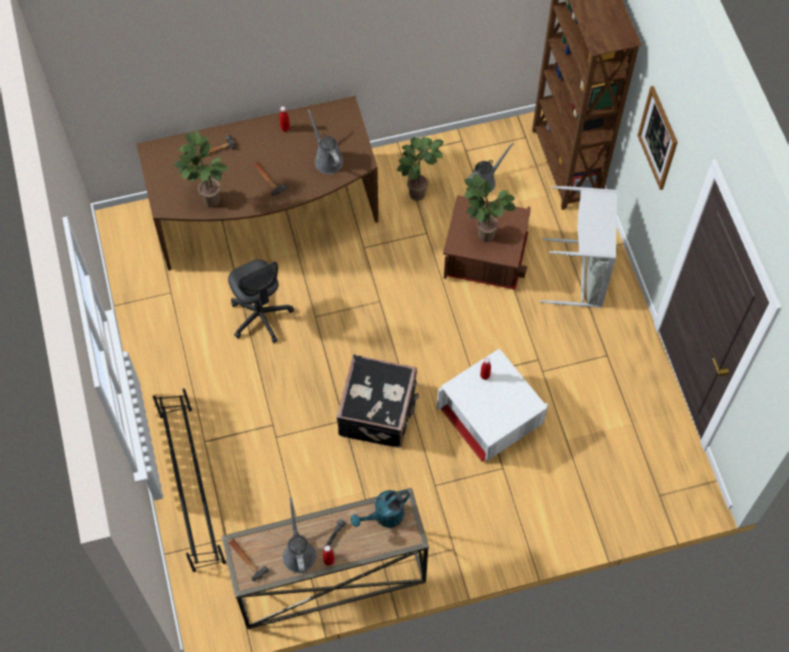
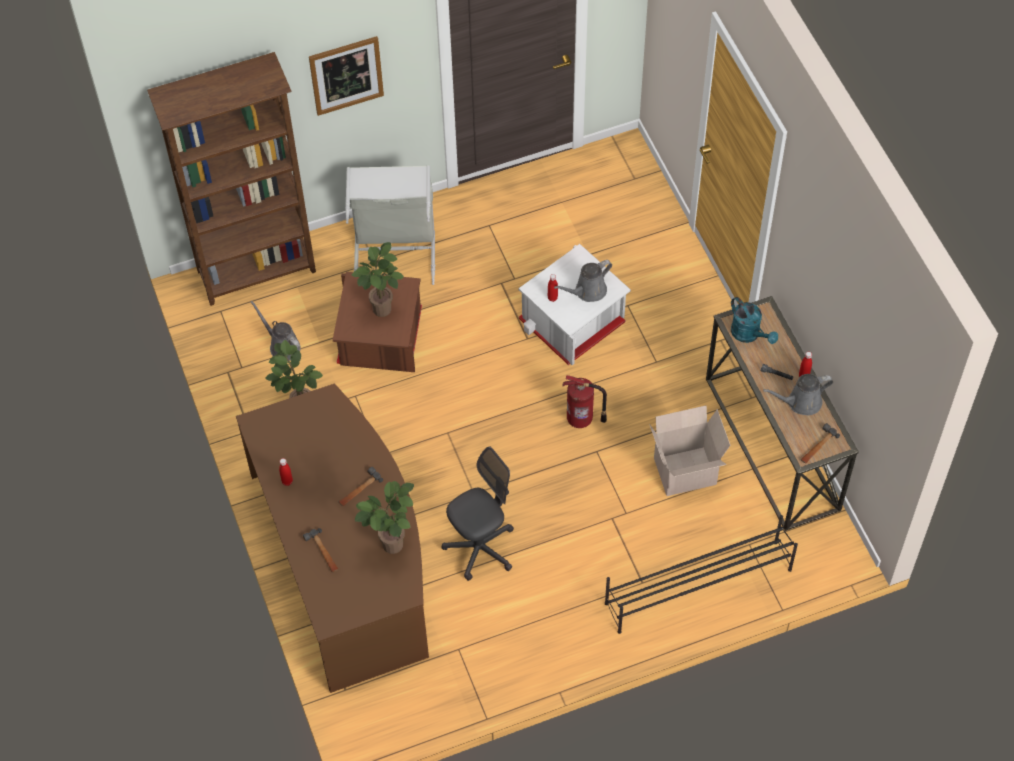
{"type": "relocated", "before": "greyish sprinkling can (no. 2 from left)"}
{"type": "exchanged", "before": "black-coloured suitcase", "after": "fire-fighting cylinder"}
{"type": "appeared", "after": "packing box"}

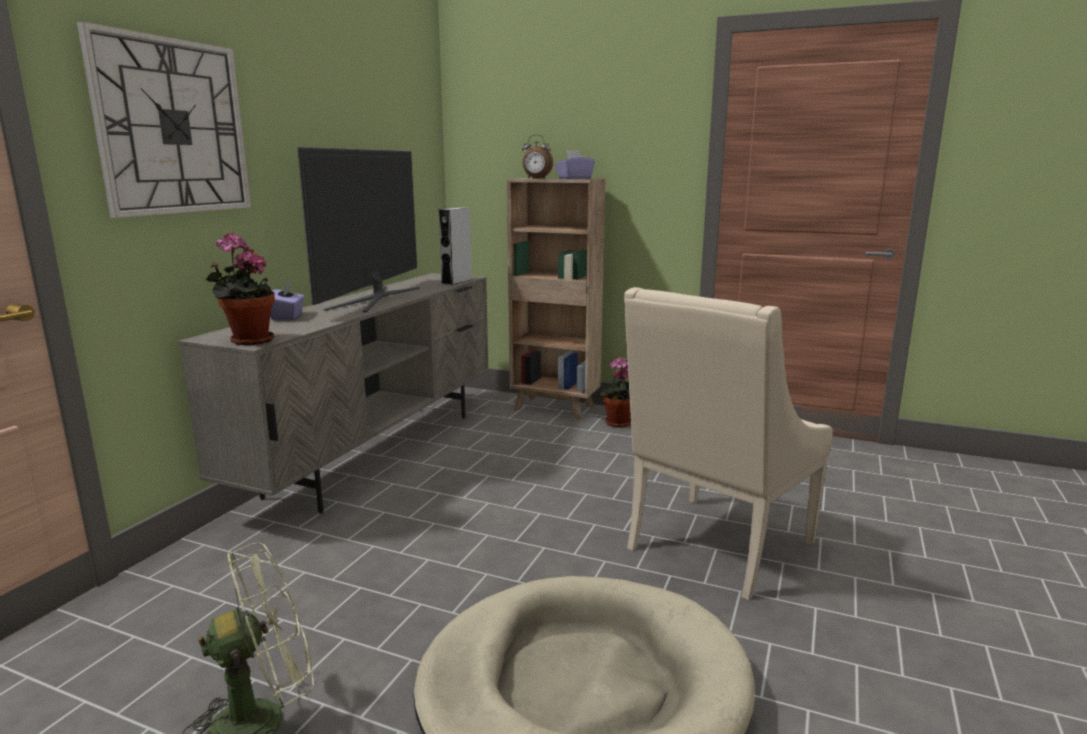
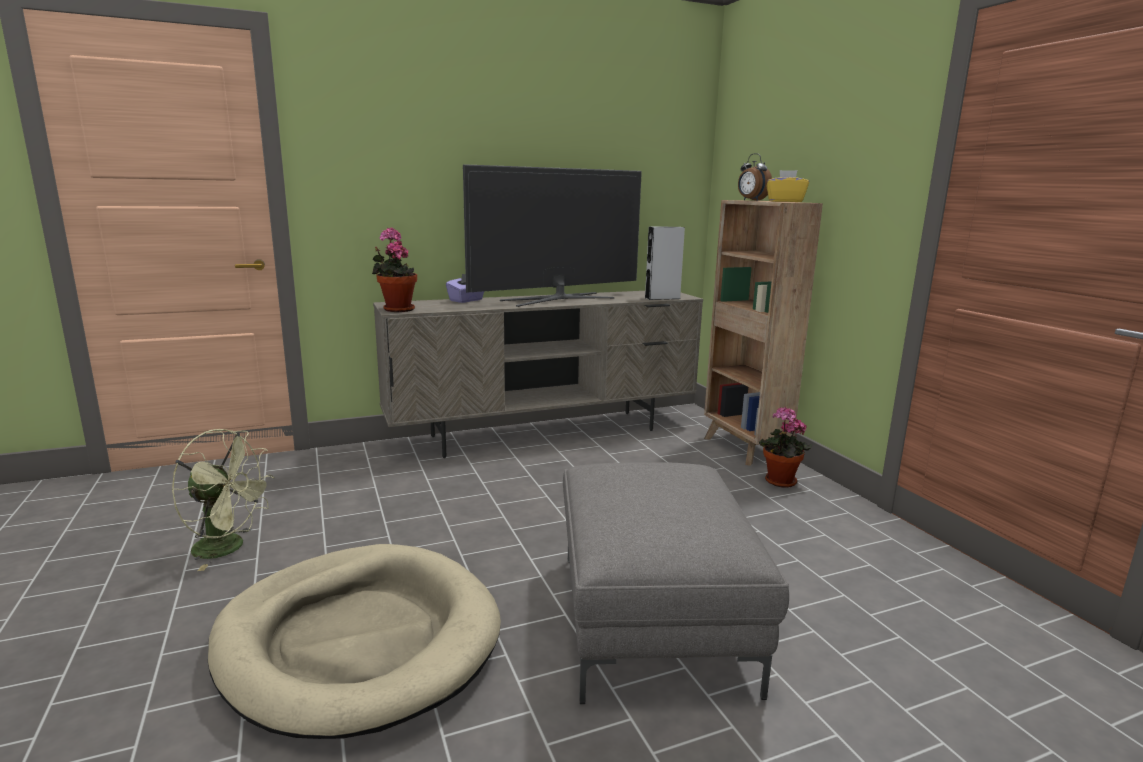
{"type": "missing", "before": "clock on the wall"}
{"type": "colour", "before": "purple box of tissues (no. 2 from left)", "after": "yellow-coloured box of tissues"}
{"type": "exchanged", "before": "sand-coloured armchair", "after": "greyish footrest"}

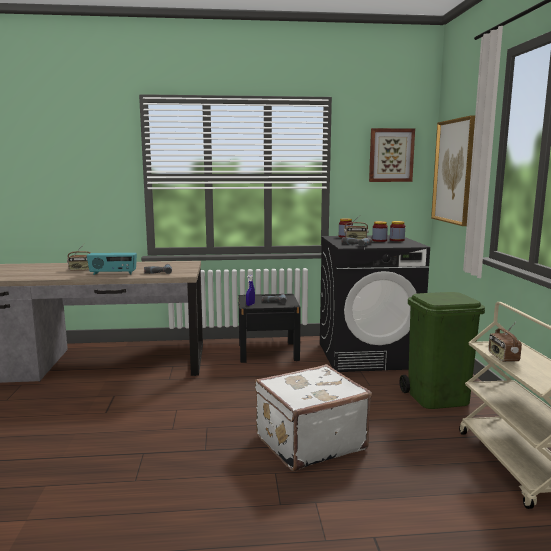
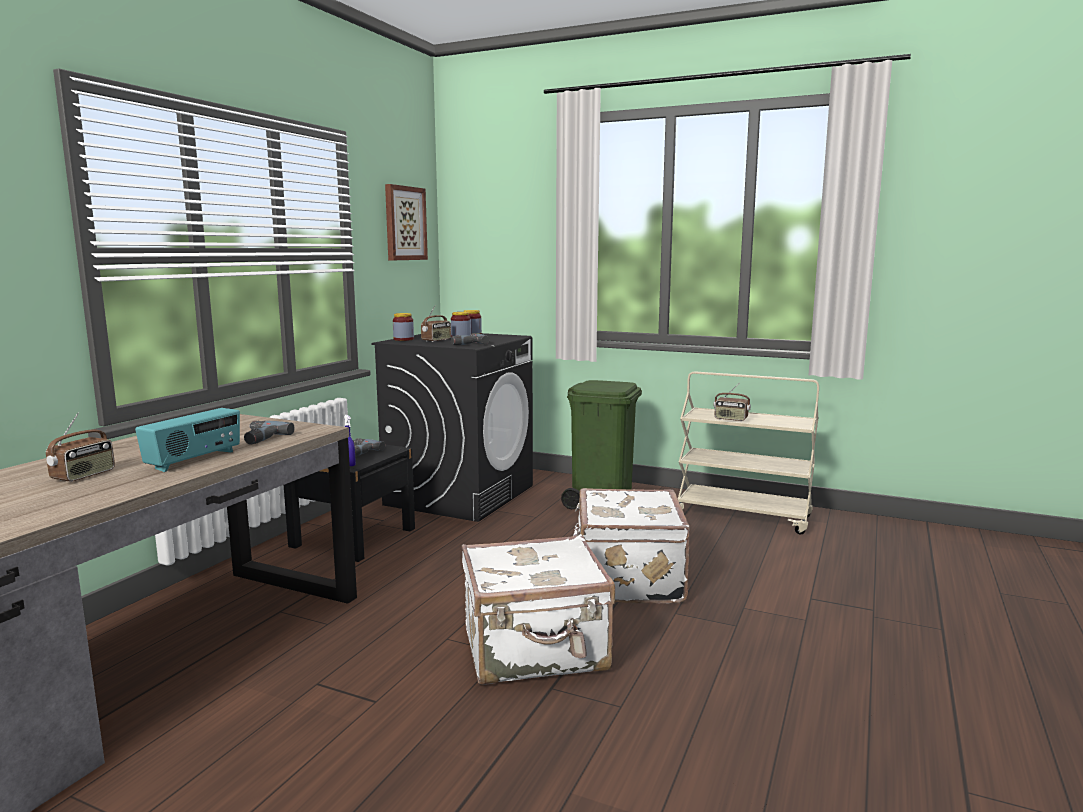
{"type": "missing", "before": "picture (no. 2 from left)"}
{"type": "appeared", "after": "white-coloured suitcase (no. 1 from left)"}

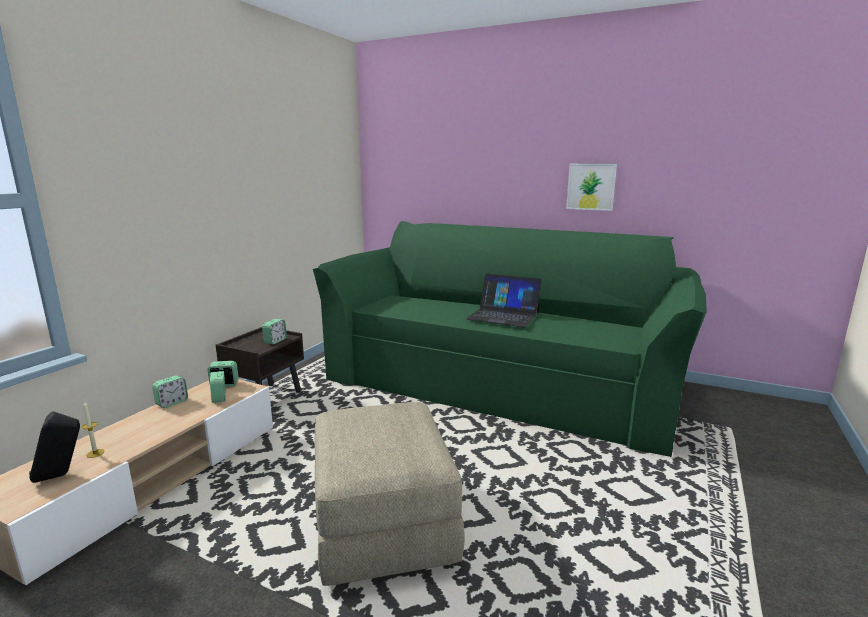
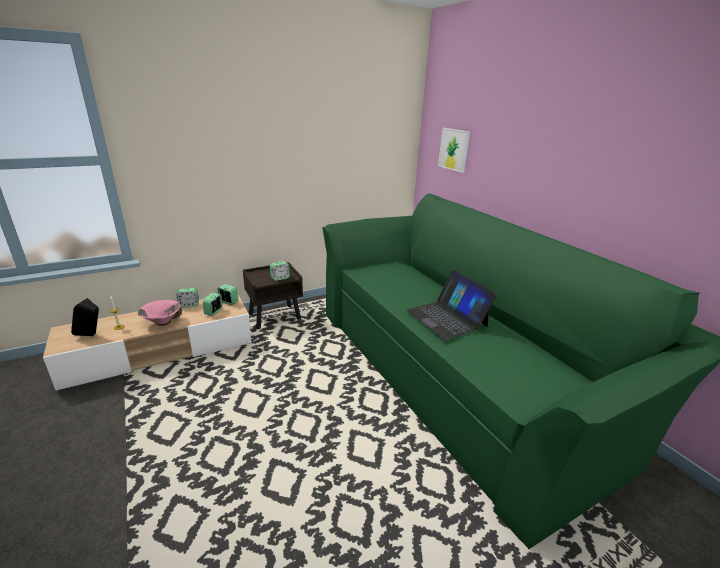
{"type": "missing", "before": "sand-coloured footrest"}
{"type": "relocated", "before": "picture"}
{"type": "appeared", "after": "pinkish deep dish"}

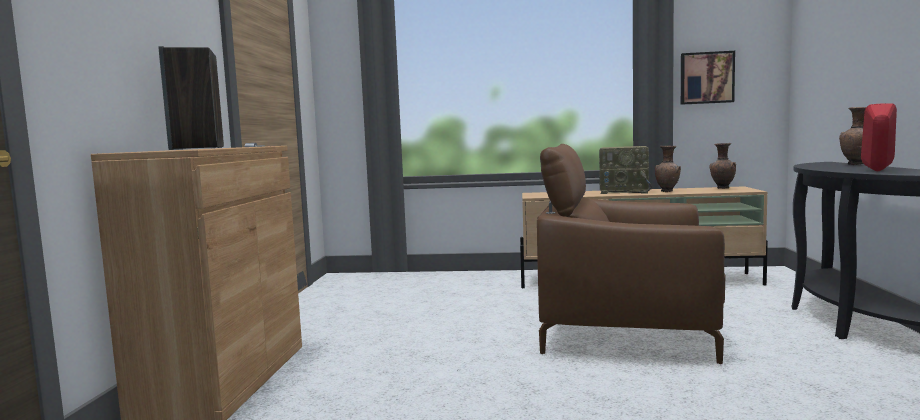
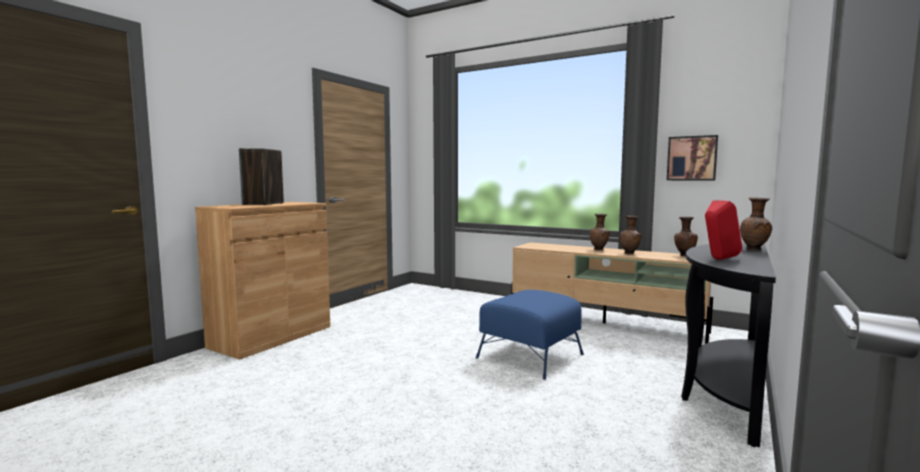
{"type": "exchanged", "before": "brownish armchair", "after": "blue-coloured footrest"}
{"type": "exchanged", "before": "radio", "after": "brownish vase (no. 1 from left)"}

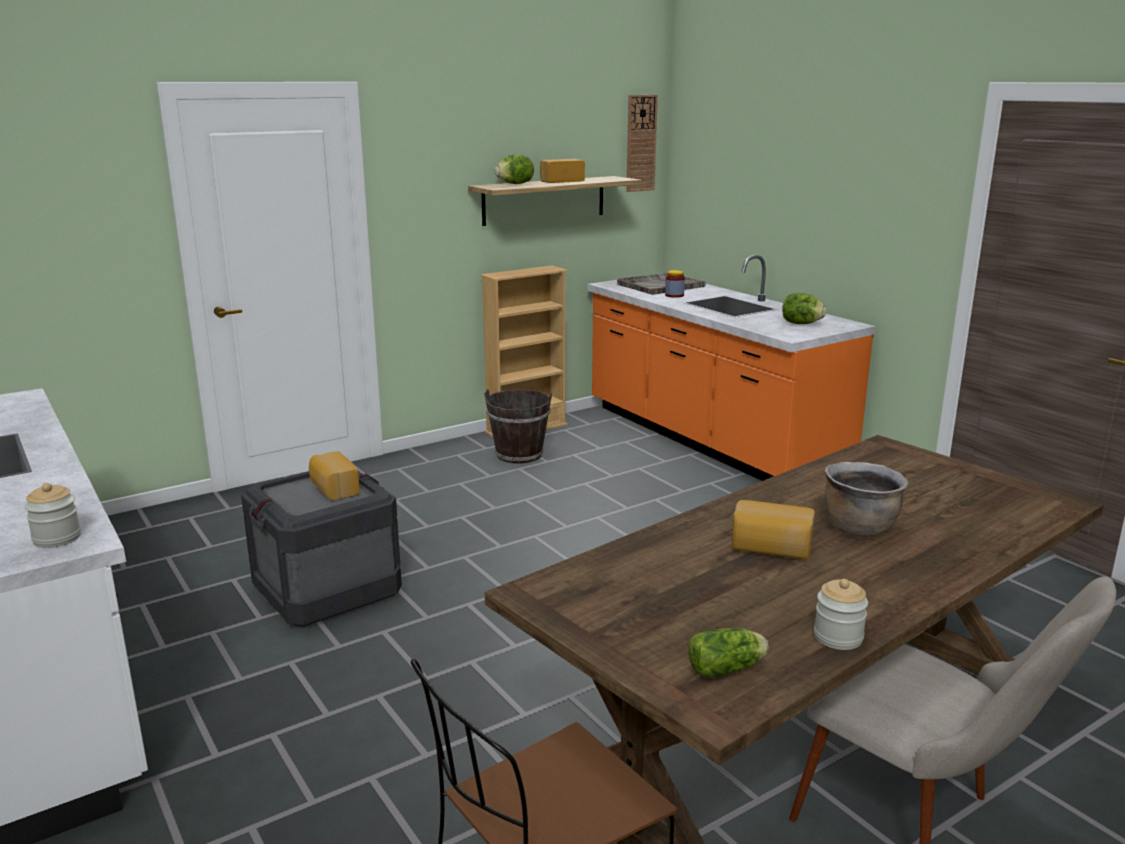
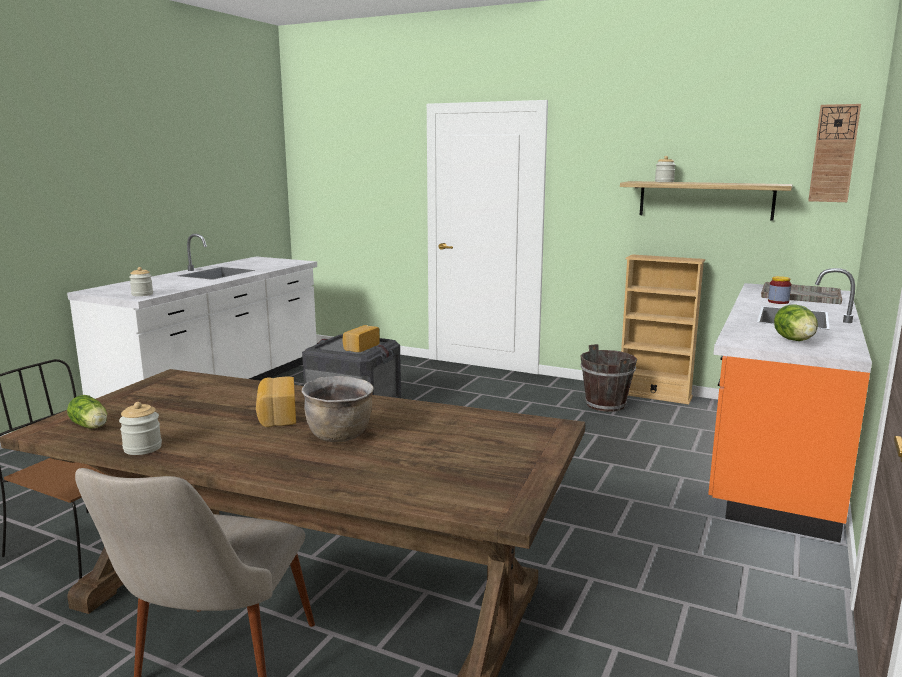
{"type": "exchanged", "before": "lettuce (no. 1 from left)", "after": "storage jar (no. 3 from left)"}
{"type": "missing", "before": "baked bread (no. 2 from left)"}

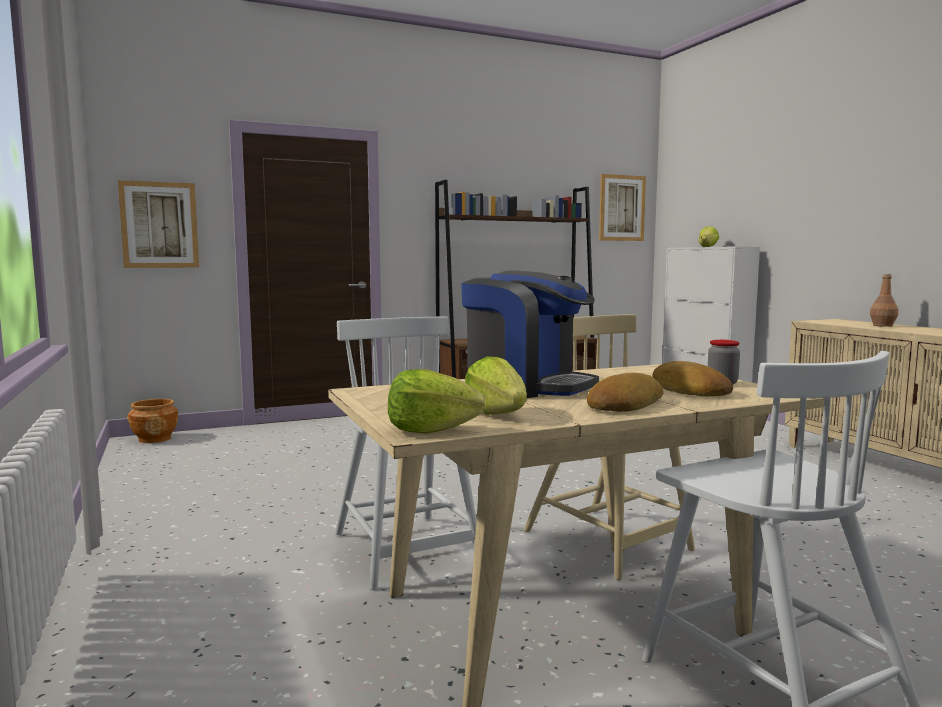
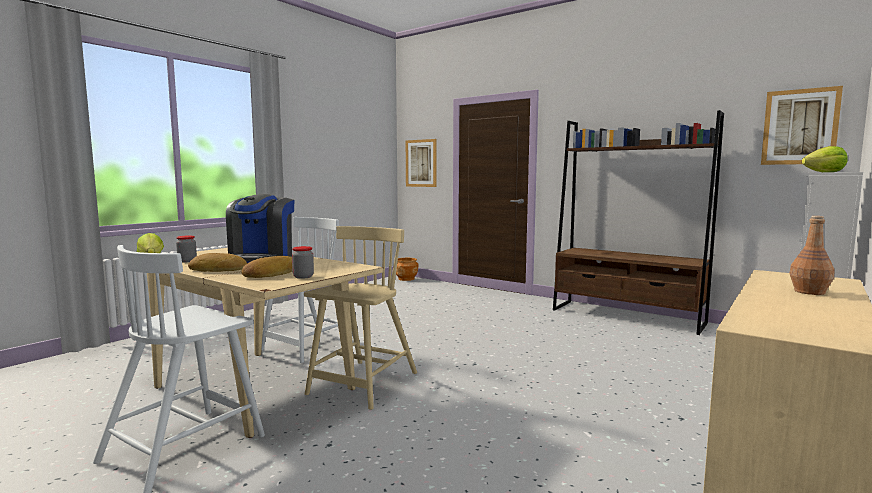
{"type": "exchanged", "before": "lettuce (no. 2 from left)", "after": "storage jar (no. 1 from left)"}

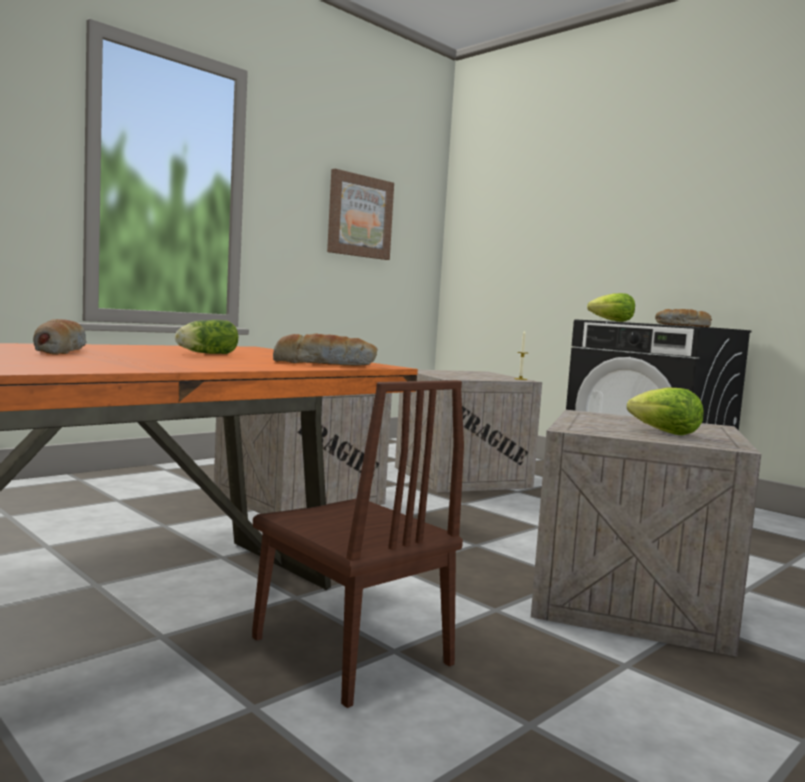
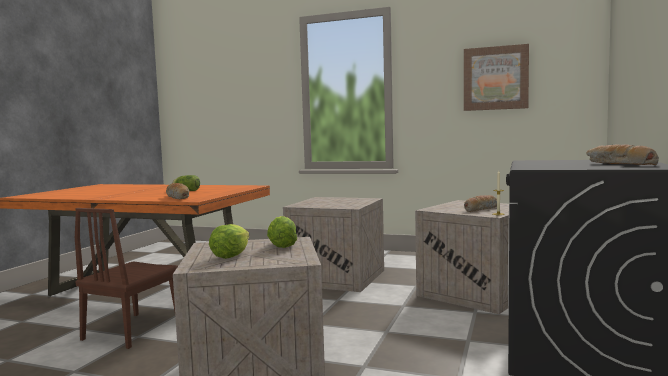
{"type": "relocated", "before": "baked bread (no. 1 from left in the first image)", "after": "baked bread (no. 2 from left)"}
{"type": "relocated", "before": "lettuce (no. 2 from left in the first image)", "after": "lettuce (no. 3 from left)"}

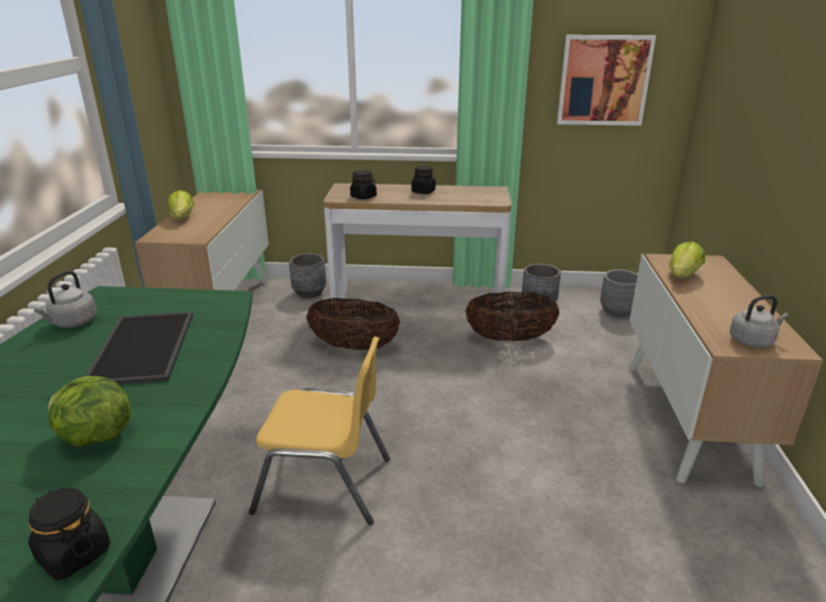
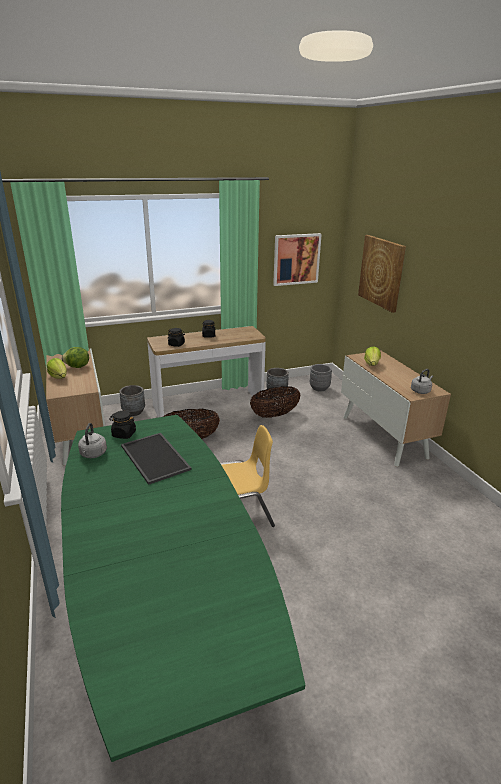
{"type": "relocated", "before": "black-coloured storage jar (no. 1 from left)"}
{"type": "relocated", "before": "lettuce (no. 1 from left in the first image)", "after": "lettuce (no. 2 from left)"}
{"type": "appeared", "after": "picture (no. 2 from left)"}

